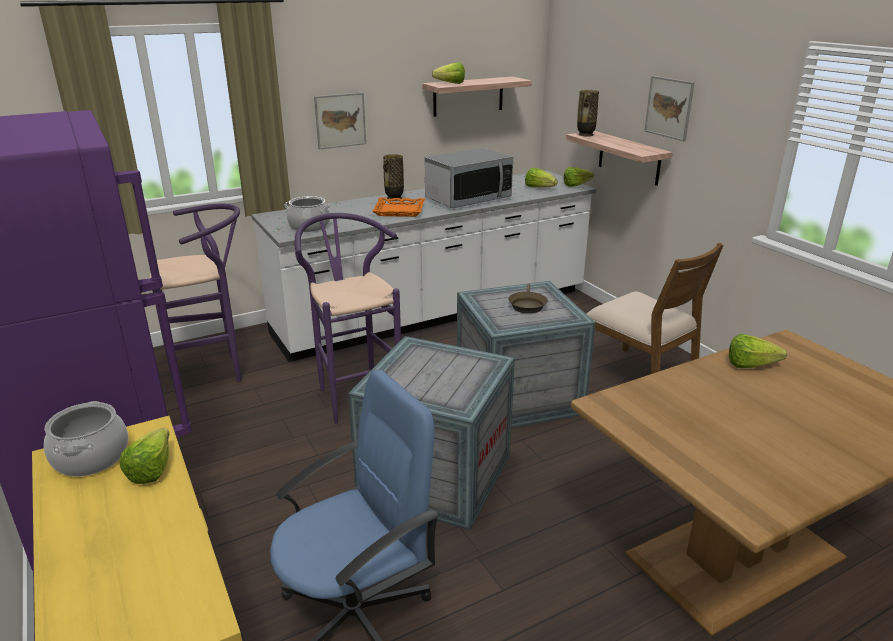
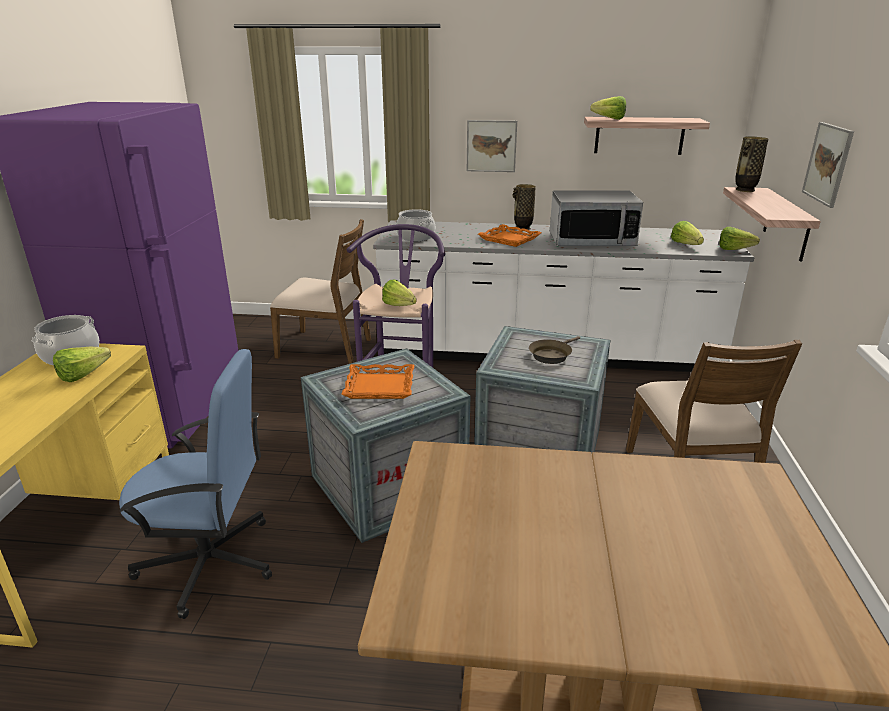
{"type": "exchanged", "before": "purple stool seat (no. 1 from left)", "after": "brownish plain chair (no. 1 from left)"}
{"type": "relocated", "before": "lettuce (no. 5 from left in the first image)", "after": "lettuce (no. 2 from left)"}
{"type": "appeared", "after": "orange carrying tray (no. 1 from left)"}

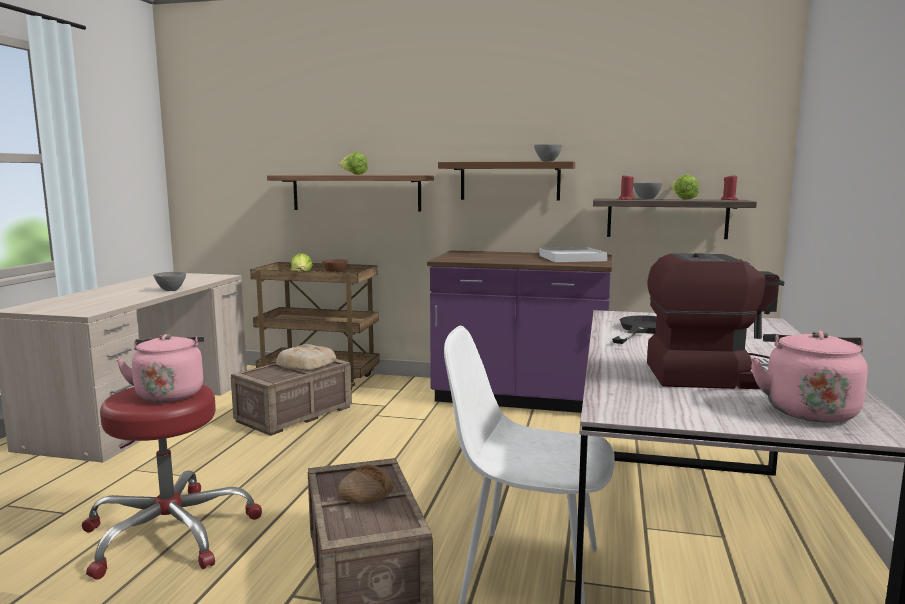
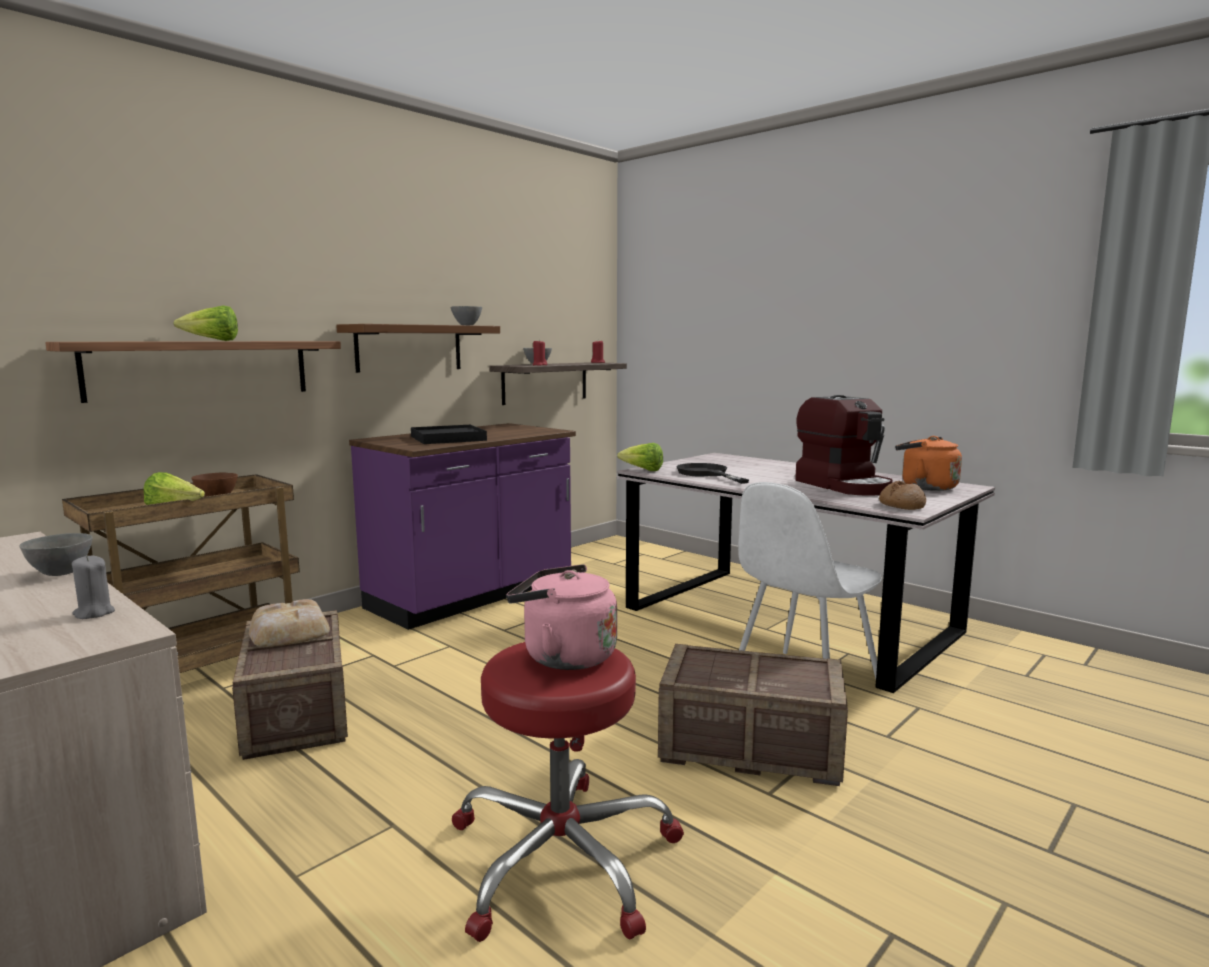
{"type": "relocated", "before": "baked bread (no. 2 from left)"}
{"type": "missing", "before": "white-coloured carrying tray"}
{"type": "spun", "before": "coffee brewer", "turn": 120}
{"type": "relocated", "before": "lettuce (no. 3 from left)"}
{"type": "colour", "before": "pinkish kettle (no. 2 from left)", "after": "orange kettle"}
{"type": "appeared", "after": "greyish wax candle"}
{"type": "appeared", "after": "black-coloured carrying tray"}

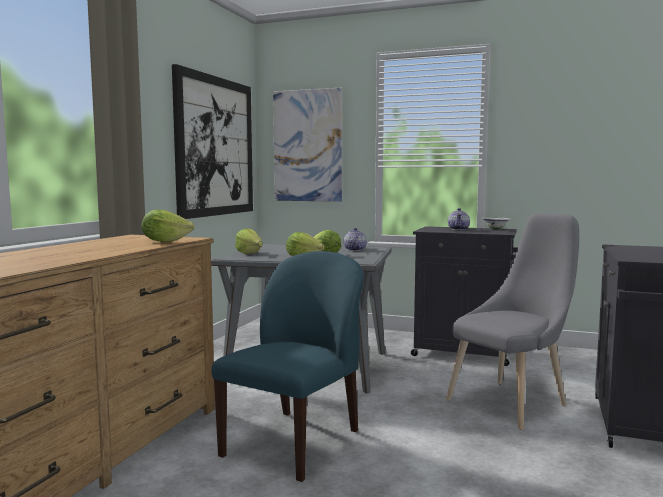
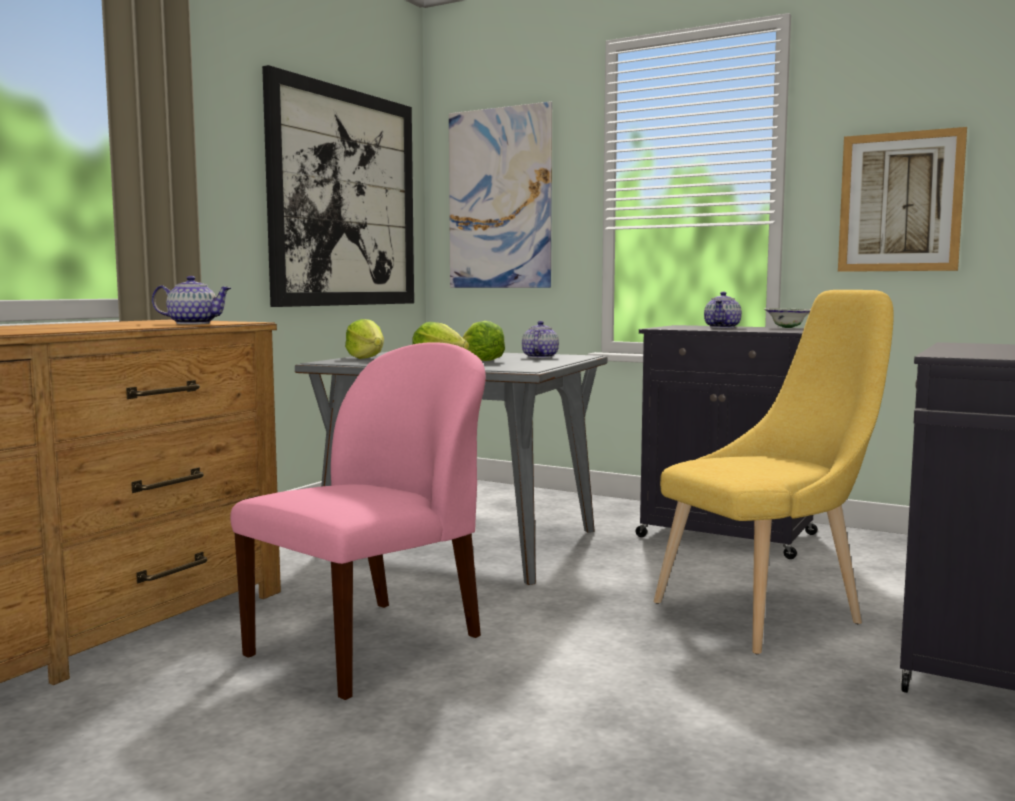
{"type": "exchanged", "before": "lettuce (no. 1 from left)", "after": "tea pot (no. 1 from left)"}
{"type": "colour", "before": "blue-coloured plain chair", "after": "pinkish plain chair"}
{"type": "colour", "before": "greyish plain chair", "after": "yellow-coloured plain chair"}
{"type": "appeared", "after": "picture (no. 3 from left)"}

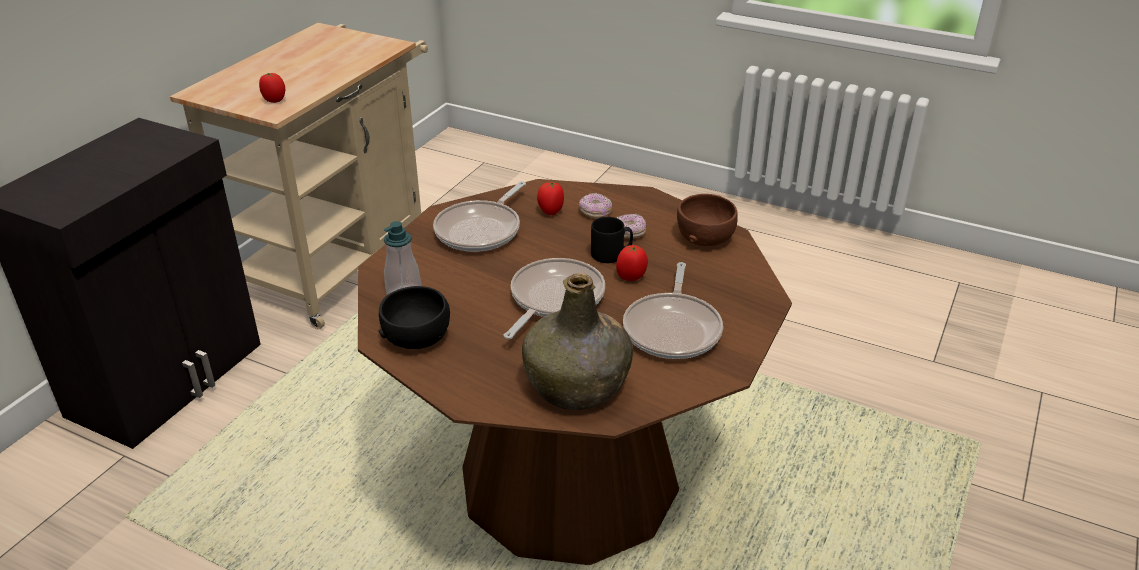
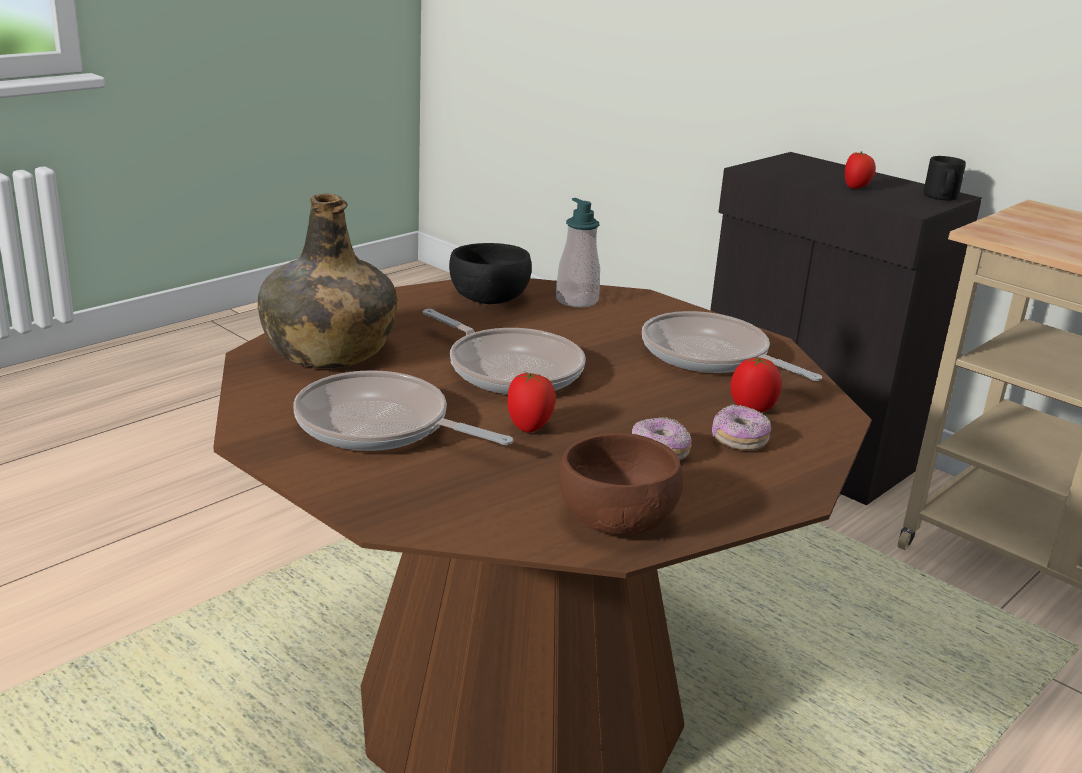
{"type": "relocated", "before": "fresh tomato (no. 1 from left in the first image)", "after": "fresh tomato (no. 3 from left)"}
{"type": "relocated", "before": "black-coloured coffee mug"}

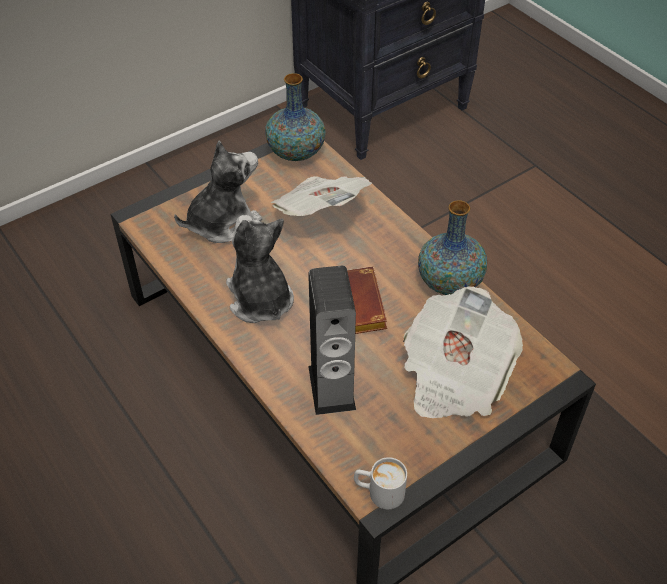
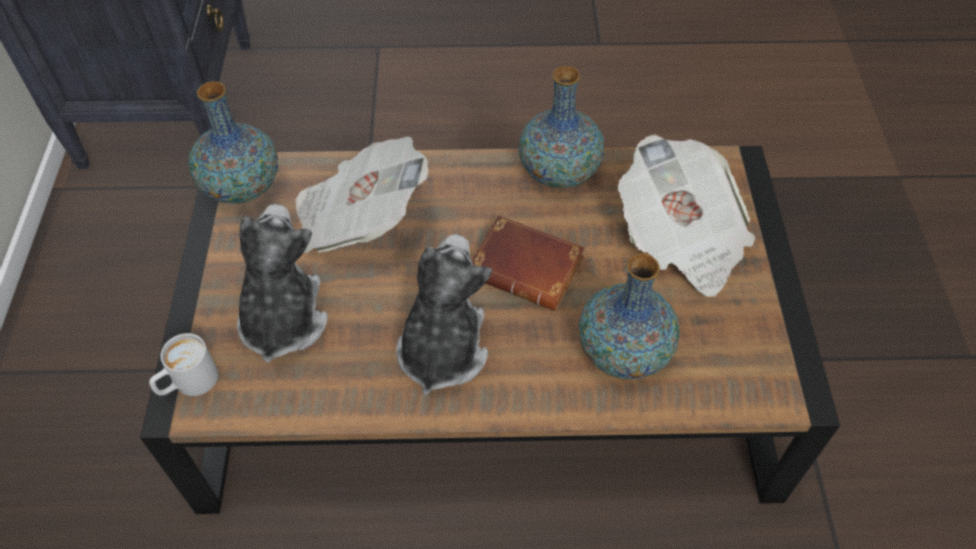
{"type": "spun", "before": "cuddly toy (no. 2 from left)", "turn": 90}
{"type": "exchanged", "before": "loudspeaker", "after": "vase (no. 3 from left)"}
{"type": "relocated", "before": "white-coloured coffee mug"}

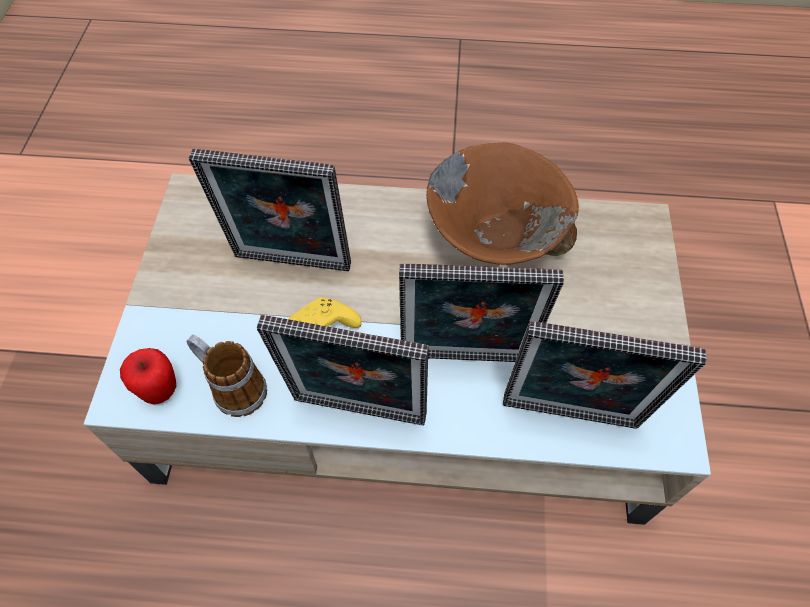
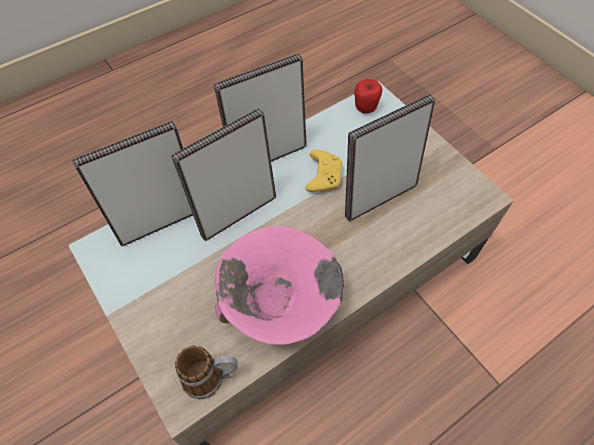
{"type": "relocated", "before": "coffee mug"}
{"type": "colour", "before": "brownish deep dish", "after": "pinkish deep dish"}

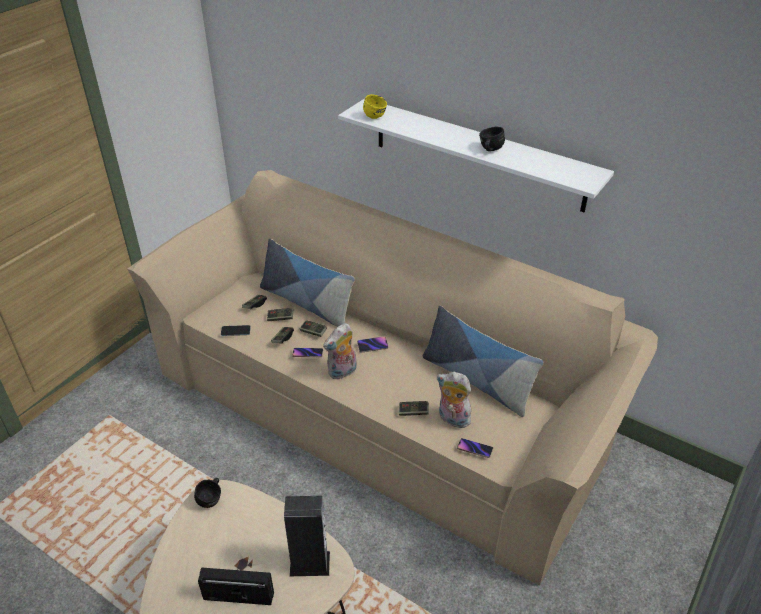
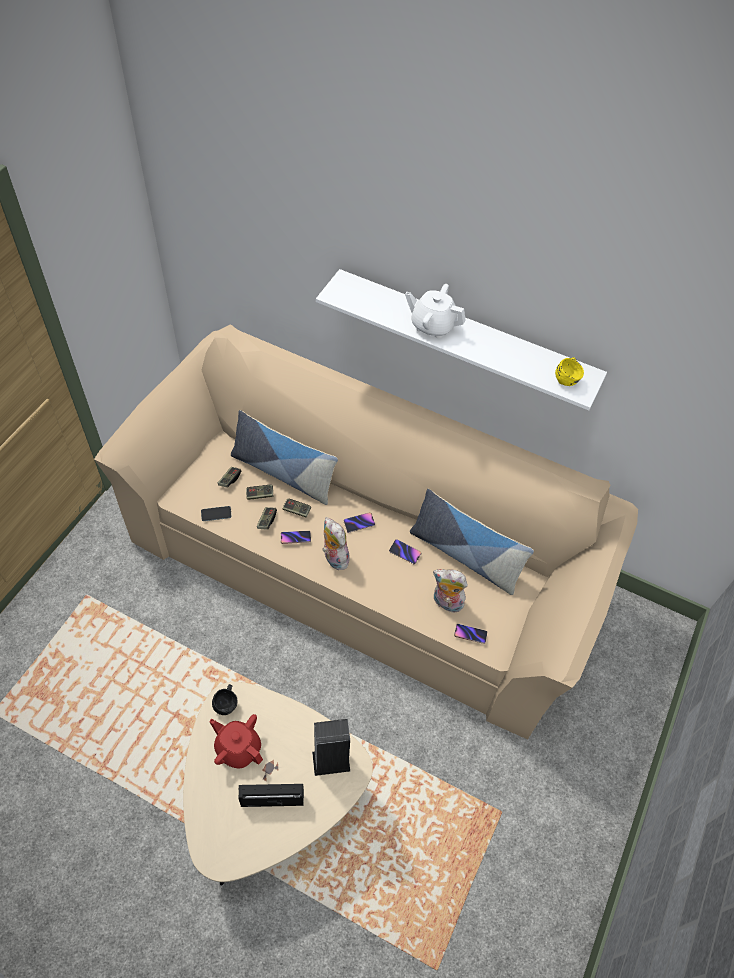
{"type": "spun", "before": "cuddly toy (no. 1 from left)", "turn": 105}
{"type": "relocated", "before": "yellow-coloured coffee mug"}
{"type": "missing", "before": "gamepad (no. 5 from left)"}
{"type": "missing", "before": "black-coloured coffee mug (no. 2 from left)"}
{"type": "appeared", "after": "reddish tea pot"}
{"type": "appeared", "after": "handset (no. 4 from left)"}
{"type": "appeared", "after": "white-coloured tea pot"}

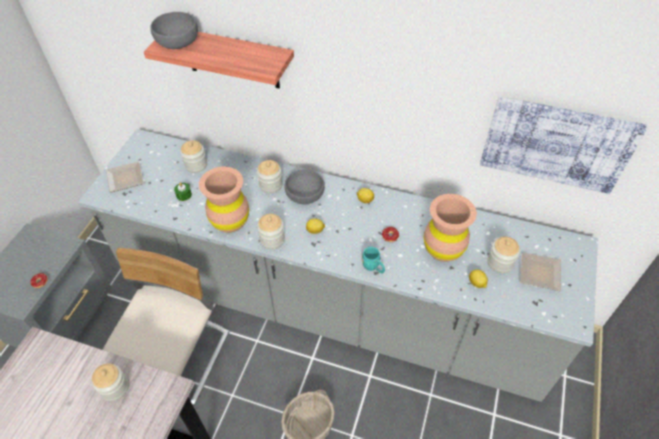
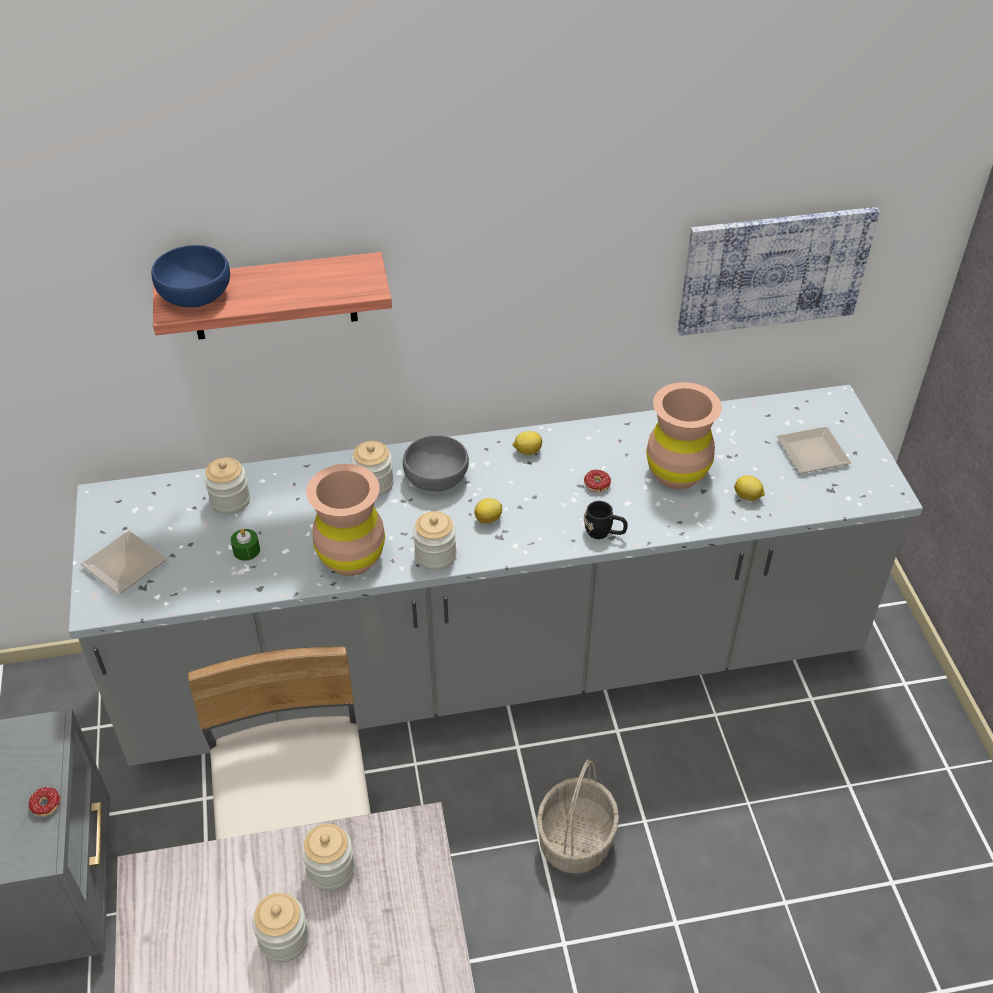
{"type": "colour", "before": "greyish deep dish (no. 1 from left)", "after": "blue-coloured deep dish"}
{"type": "colour", "before": "turquoise-coloured coffee mug", "after": "black-coloured coffee mug"}
{"type": "relocated", "before": "storage jar (no. 5 from left in the first image)", "after": "storage jar (no. 2 from left)"}

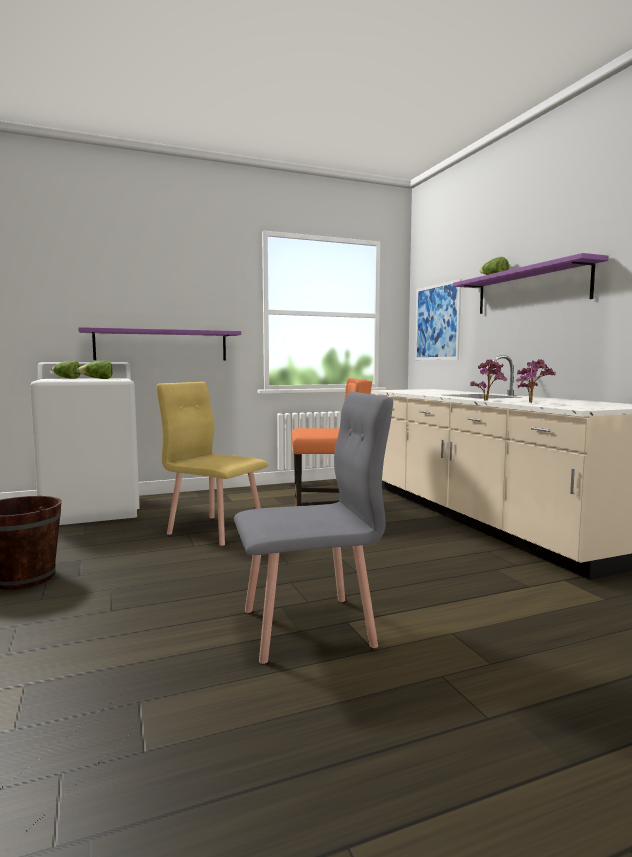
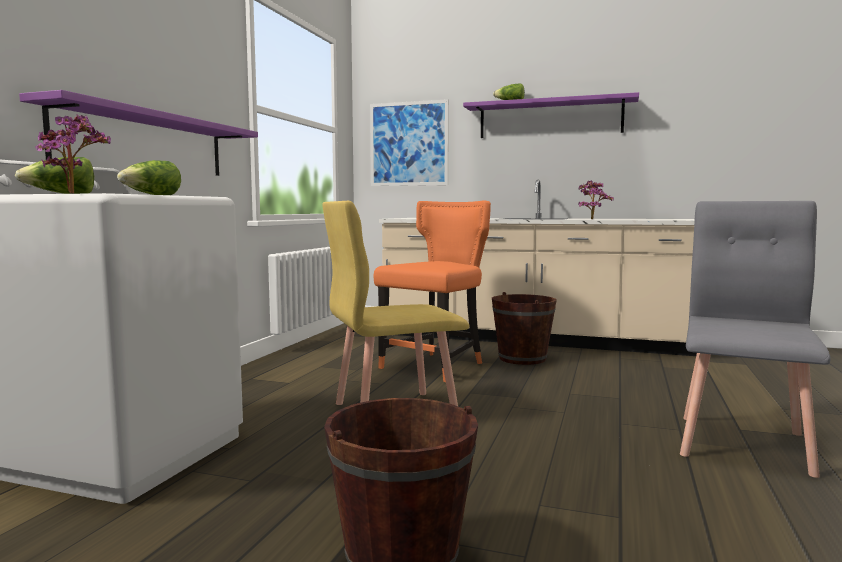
{"type": "relocated", "before": "houseplant (no. 2 from left in the first image)", "after": "houseplant (no. 1 from left)"}
{"type": "appeared", "after": "brownish bucket (no. 2 from left)"}

